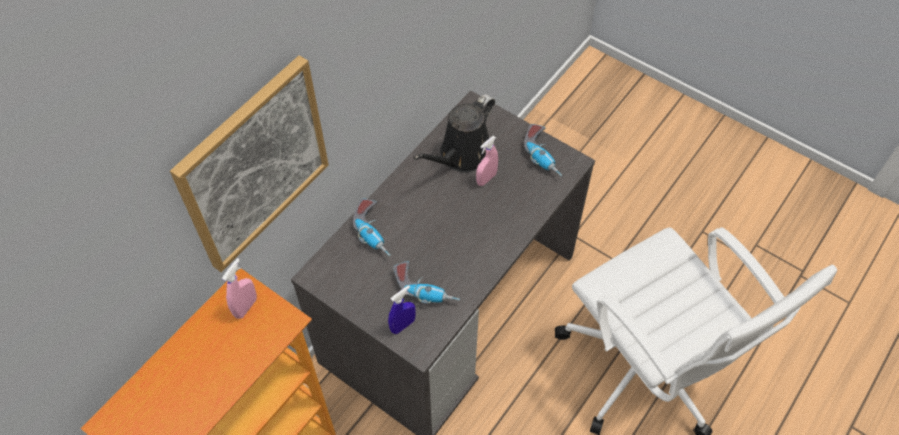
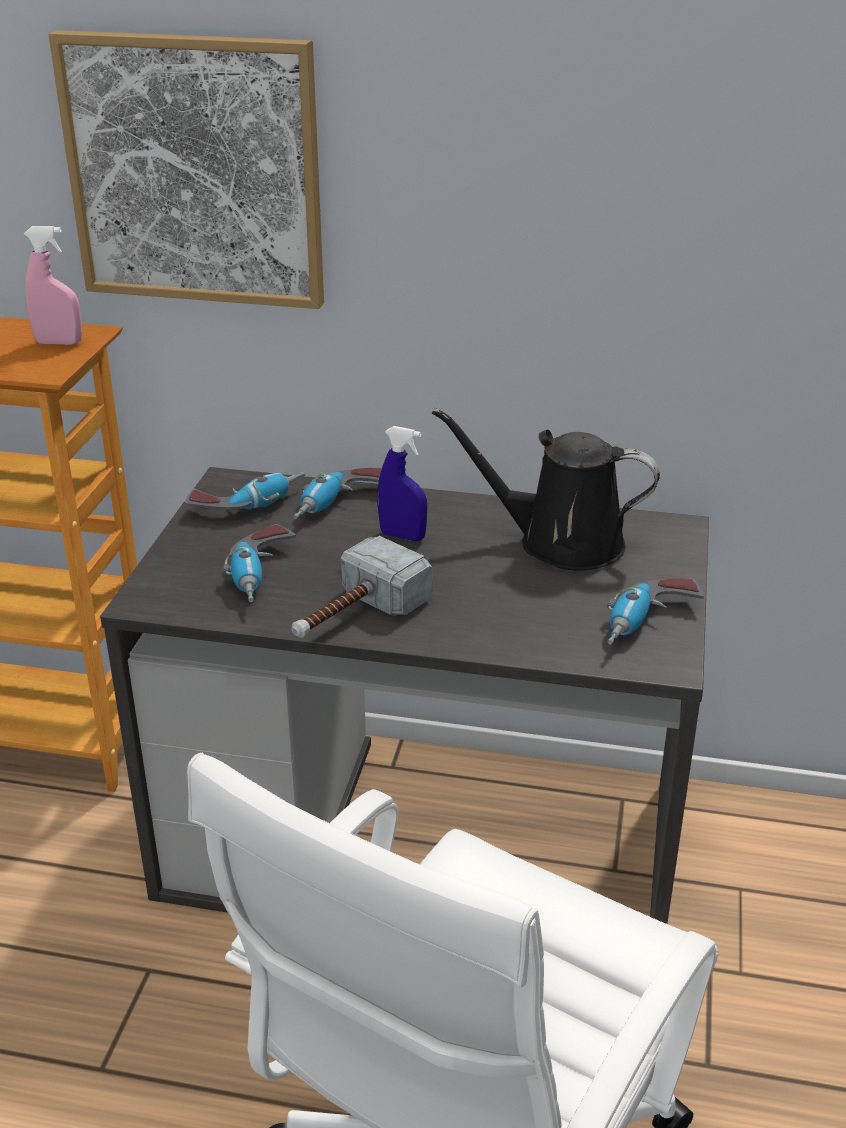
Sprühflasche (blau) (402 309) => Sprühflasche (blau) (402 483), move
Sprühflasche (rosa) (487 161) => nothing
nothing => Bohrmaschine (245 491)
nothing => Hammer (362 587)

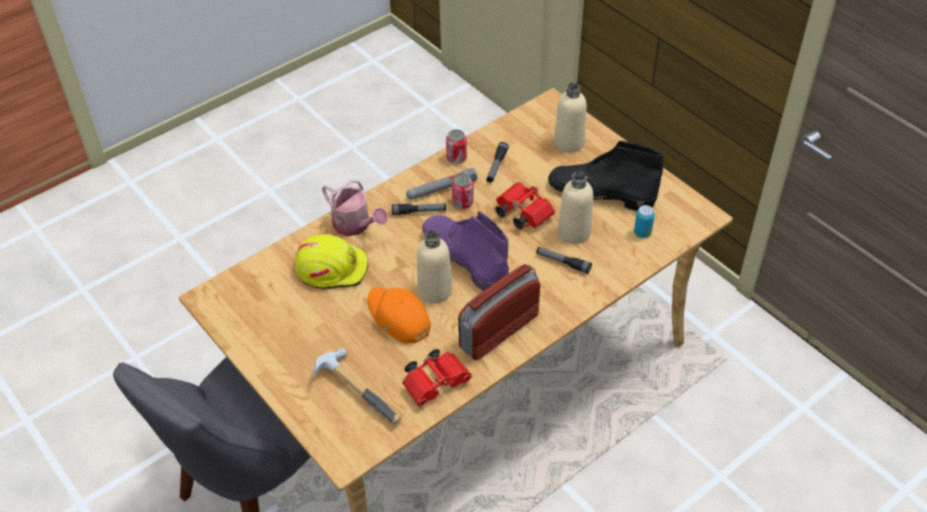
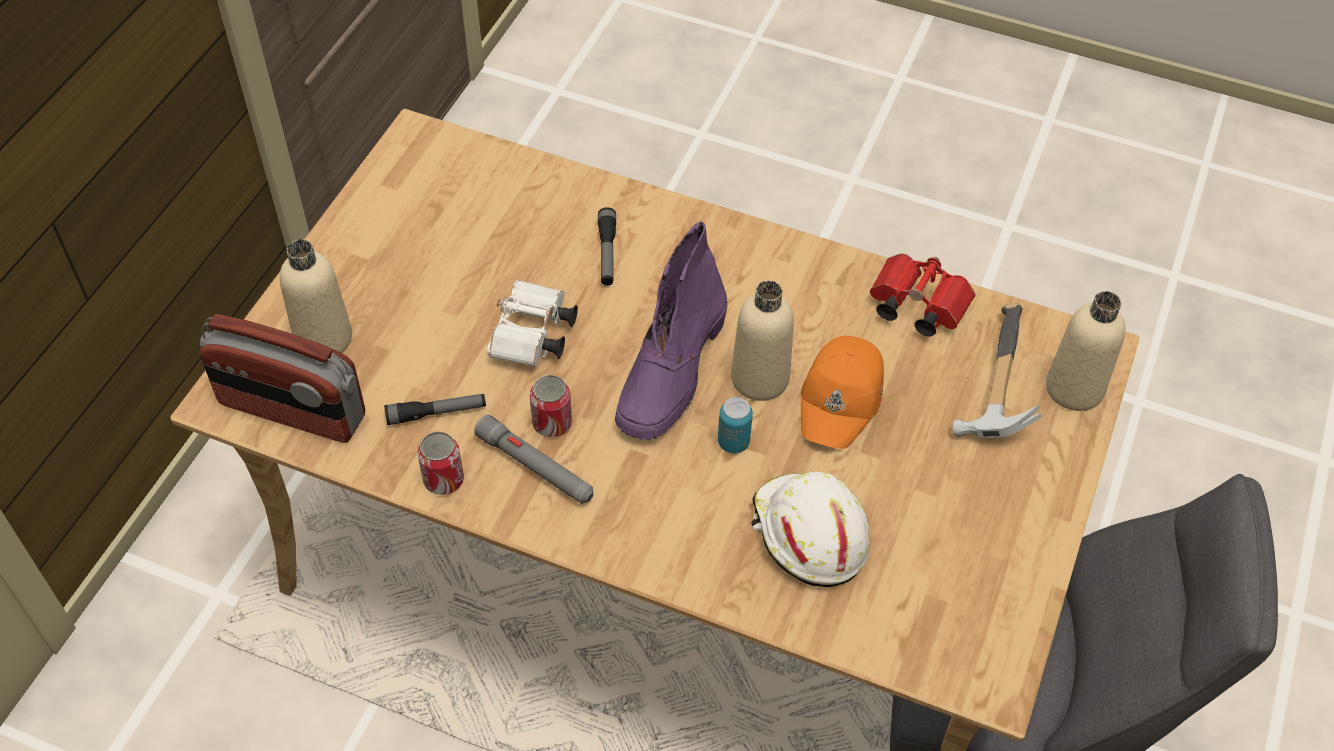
Schutzhelm (gelb) (332 261) => Schutzhelm (weiß) (810 529)
Gießkanne (355 208) => nothing
Taschenlampe (419 209) => nothing
Radio (499 312) => Radio (282 378), move
Fernglas (rot) (525 205) => Fernglas (weiß) (532 323)
Stiefel (schwarz) (606 176) => nothing
Flasche (beige) (575 208) => Flasche (beige) (1086 351), move
Dose (644 221) => Dose (735 425), move

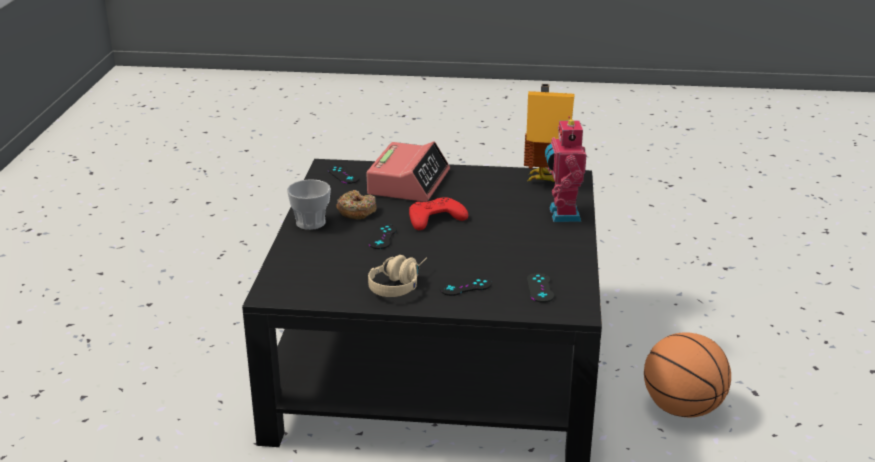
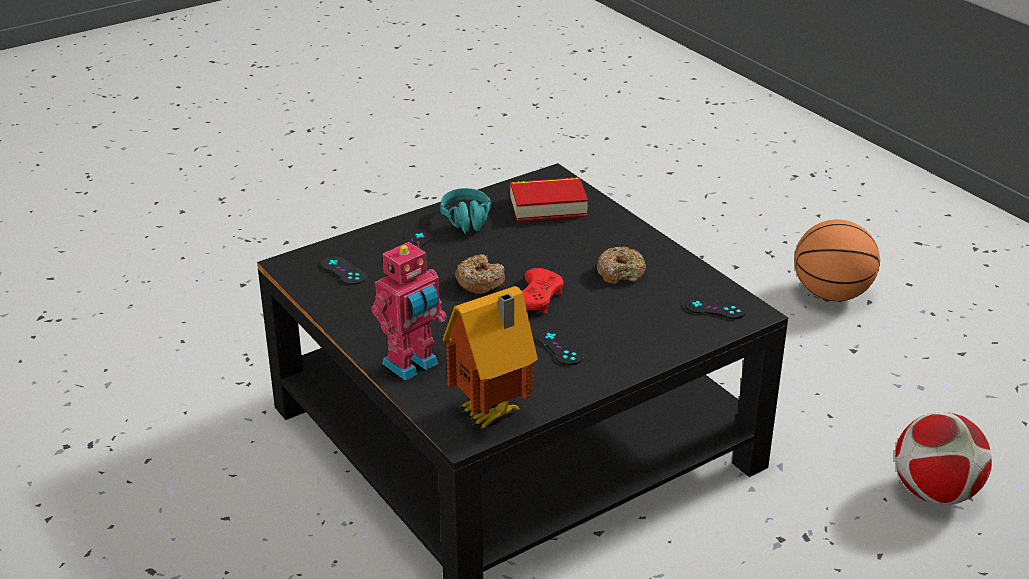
Tasse (309 204) => nothing
Wecker (408 171) => nothing
Gamepad (schwarz) (382 236) => Gamepad (schwarz) (560 347), move
Kopfhörer (beige) (397 276) => Kopfhörer (türkis) (465 211)
Spielzeugroboter (565 169) => Spielzeugroboter (409 311), 90 degrees clockwise
Basketball (687 374) => Basketball (837 260), move
nothing => Donut (480 274)
nothing => Buch (549 199)
nothing => Fußball (943 458)

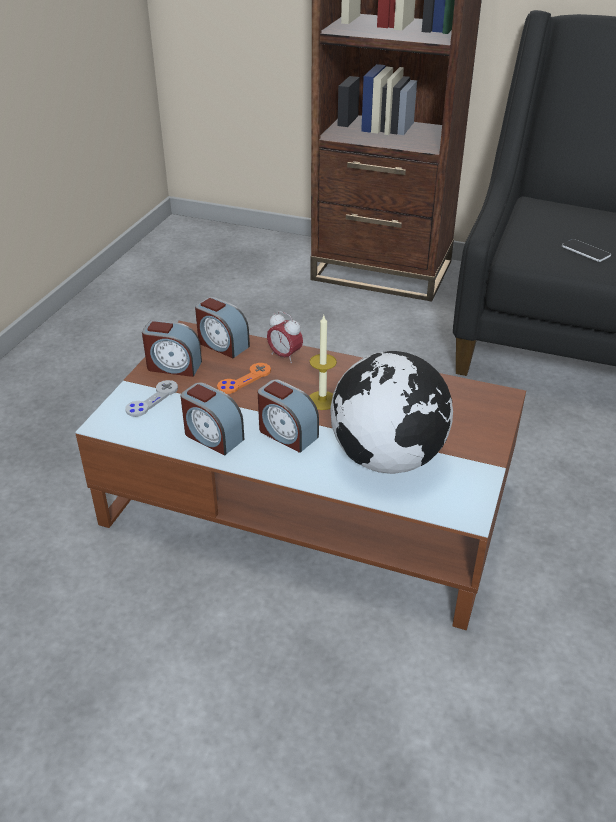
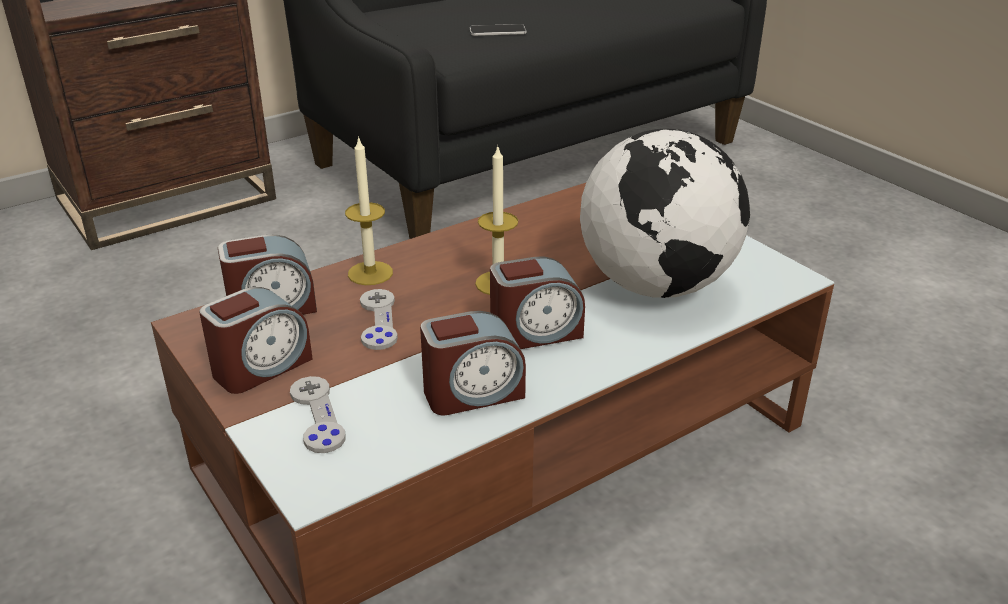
Gamepad (orange) (244 378) => Gamepad (grau) (379 319)
Wecker (285 337) => Kerze (369 210)

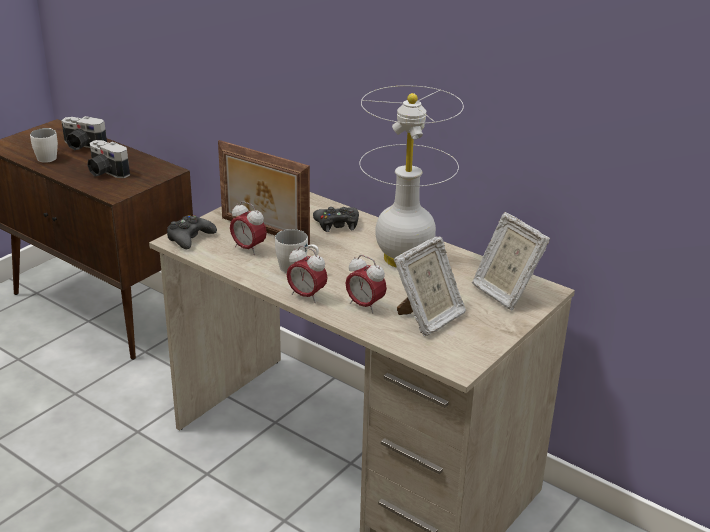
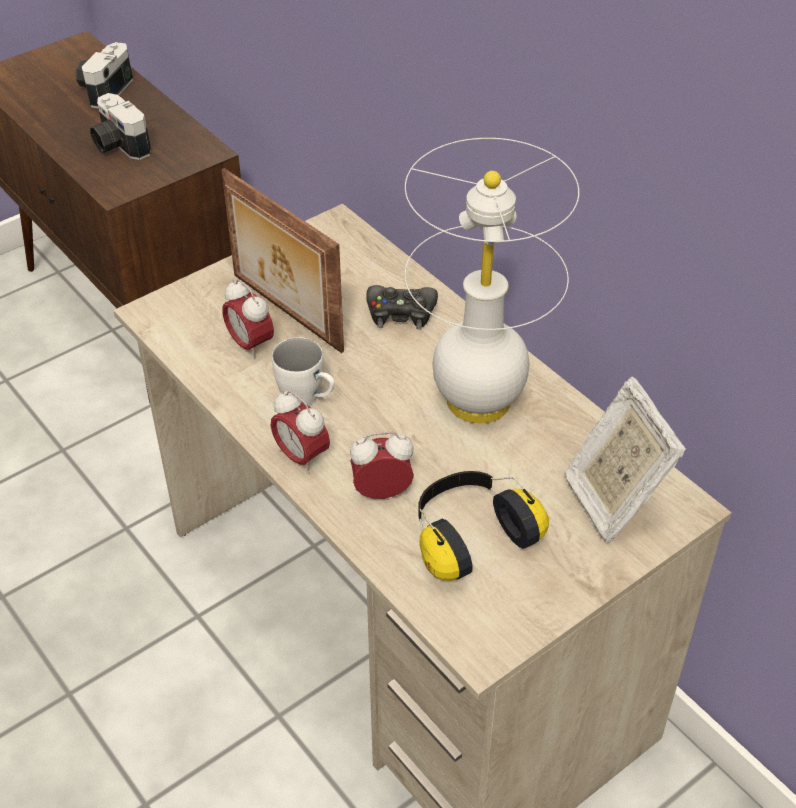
Henkelbecher (weiß) (44 145) => nothing
Kamera (84 133) => Kamera (104 75), 75 degrees clockwise
Gamepad (schwarz) (192 232) => nothing
Wecker (366 284) => Wecker (382 465), 120 degrees clockwise
Bilderrahmen (430 286) => Kopfhörer (483 526)

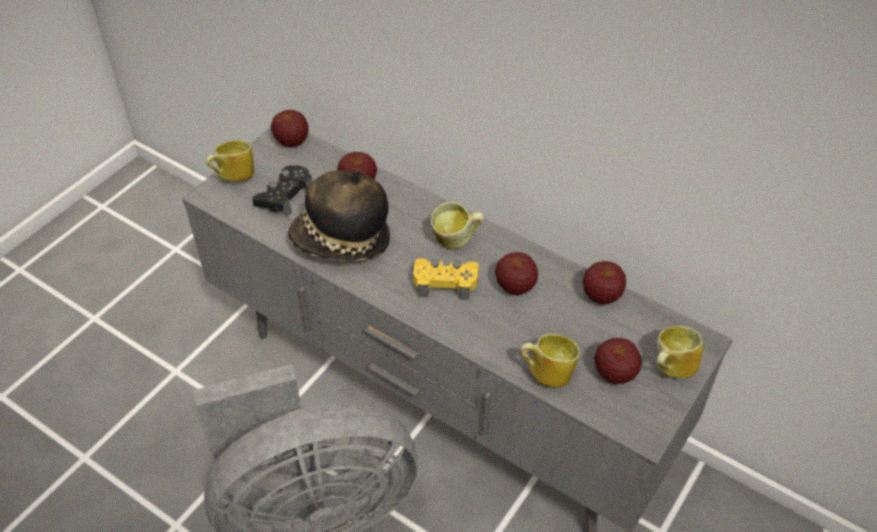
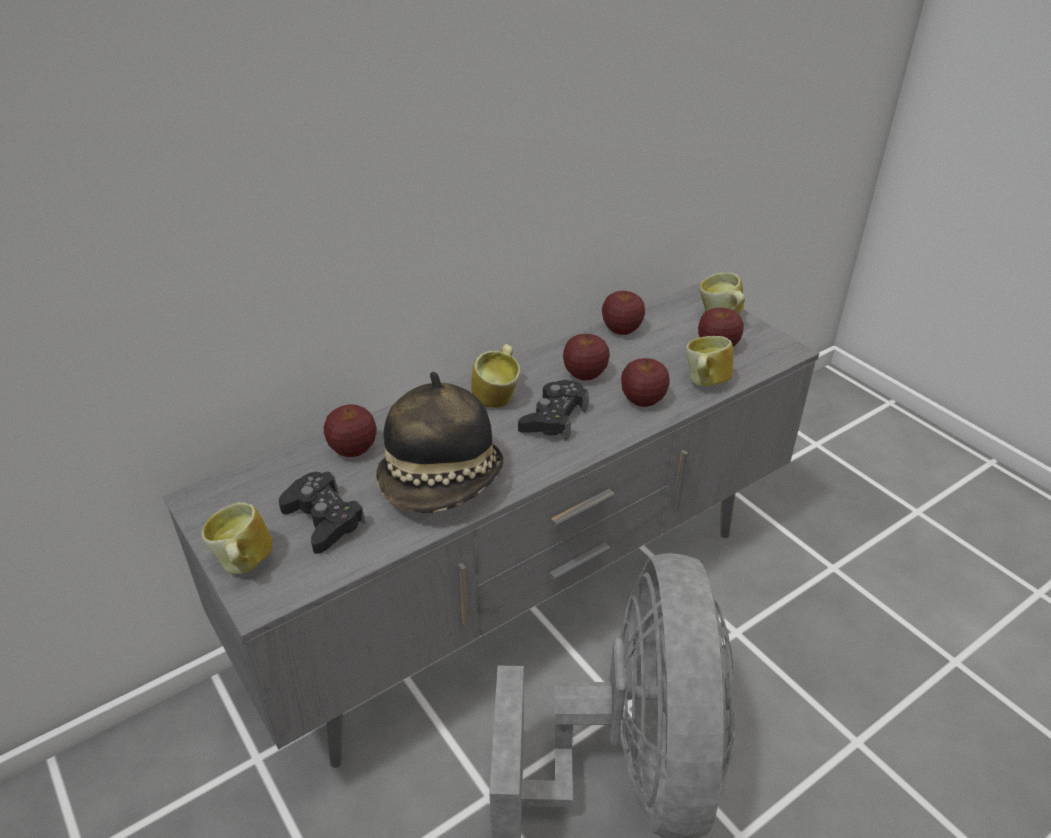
Apfel (290 128) => Apfel (645 382), move
Gamepad (gelb) (446 279) => Gamepad (schwarz) (553 410)

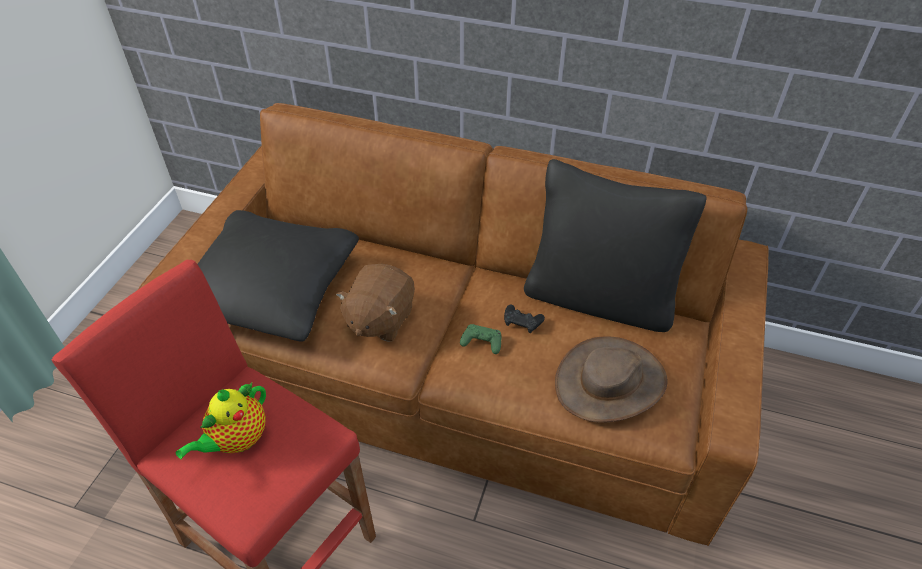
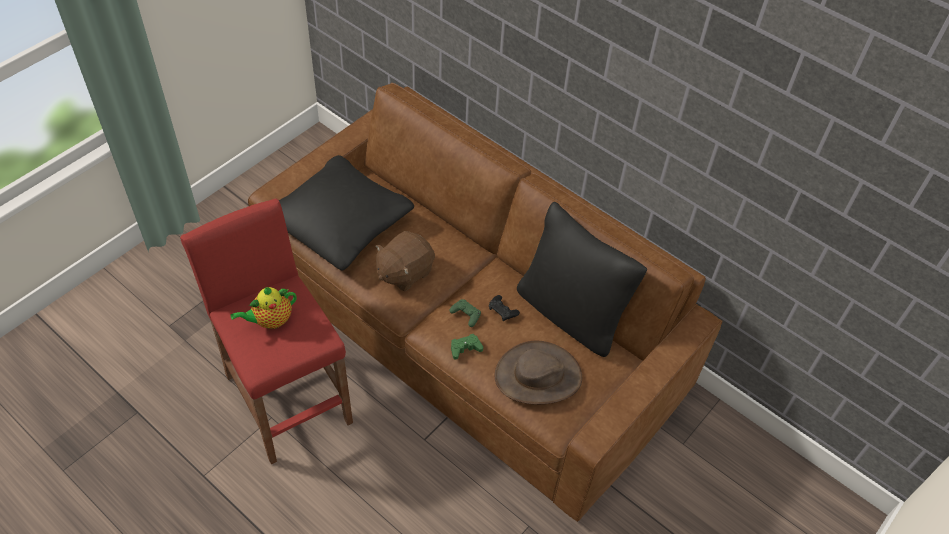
nothing => Gamepad (grün) (467 347)

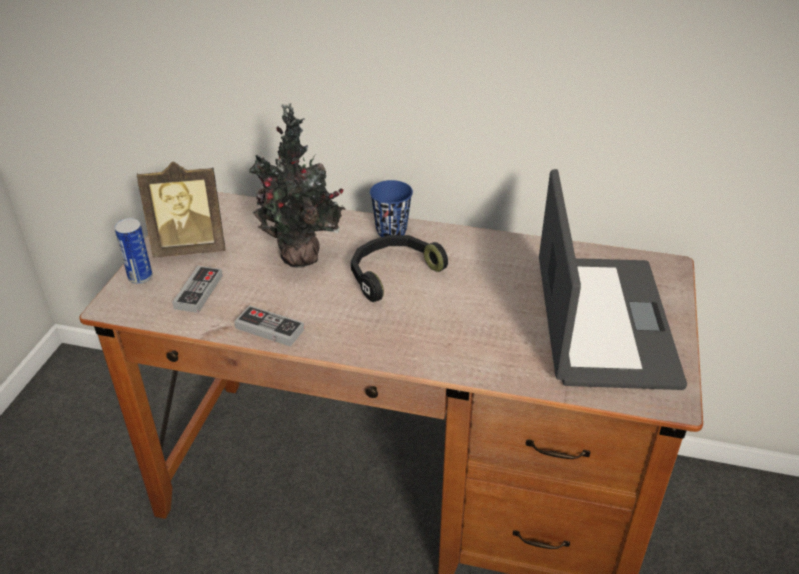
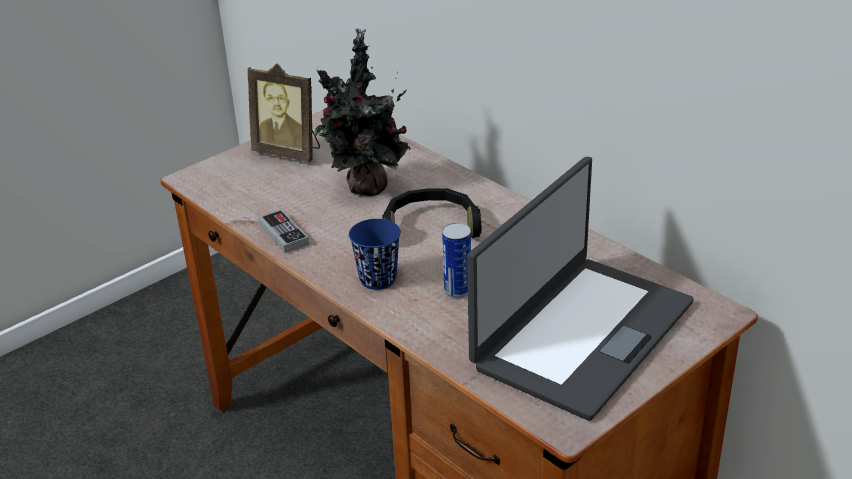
Dose (133 251) => Dose (456 260), move
Gamepad (197 289) => nothing
Tasse (blau) (391 208) => Tasse (blau) (375 254), move

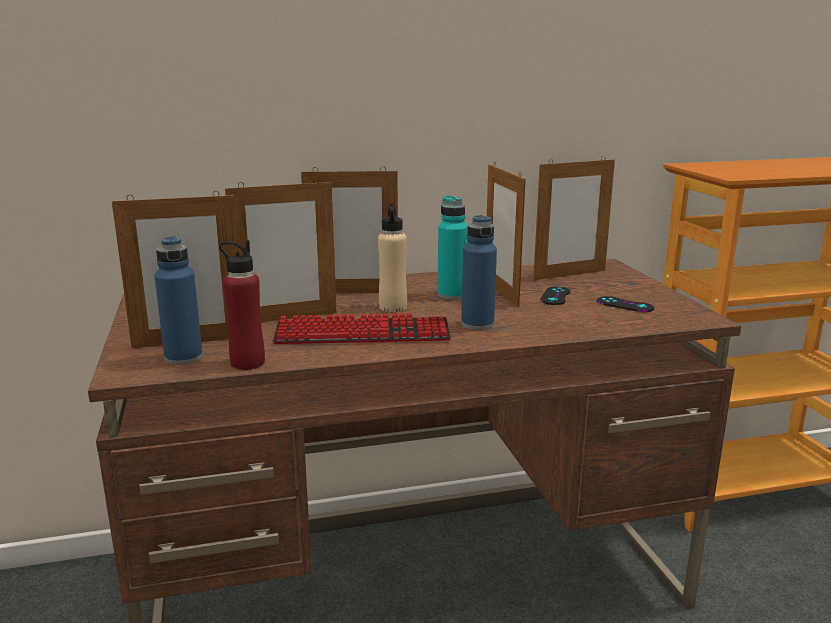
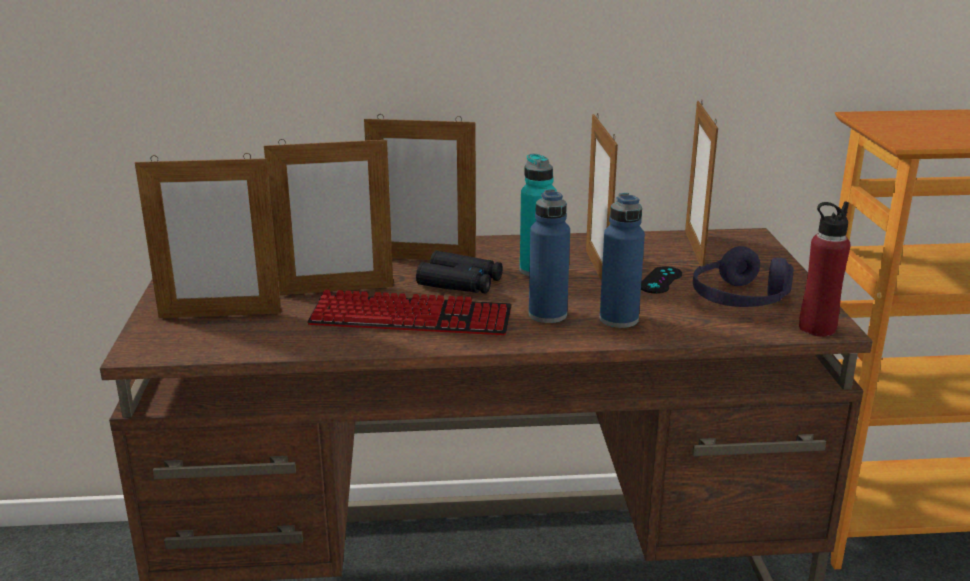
Flasche (blau) (178 300) => Flasche (blau) (622 260), move
Flasche (rot) (242 305) => Flasche (rot) (824 269), move
Flasche (beige) (392 258) => Fernglas (schwarz) (459 272)
Bilderrahmen (574 218) => Bilderrahmen (701 183), 105 degrees clockwise
Gamepad (schwarz) (625 304) => Kopfhörer (lila) (743 276)

